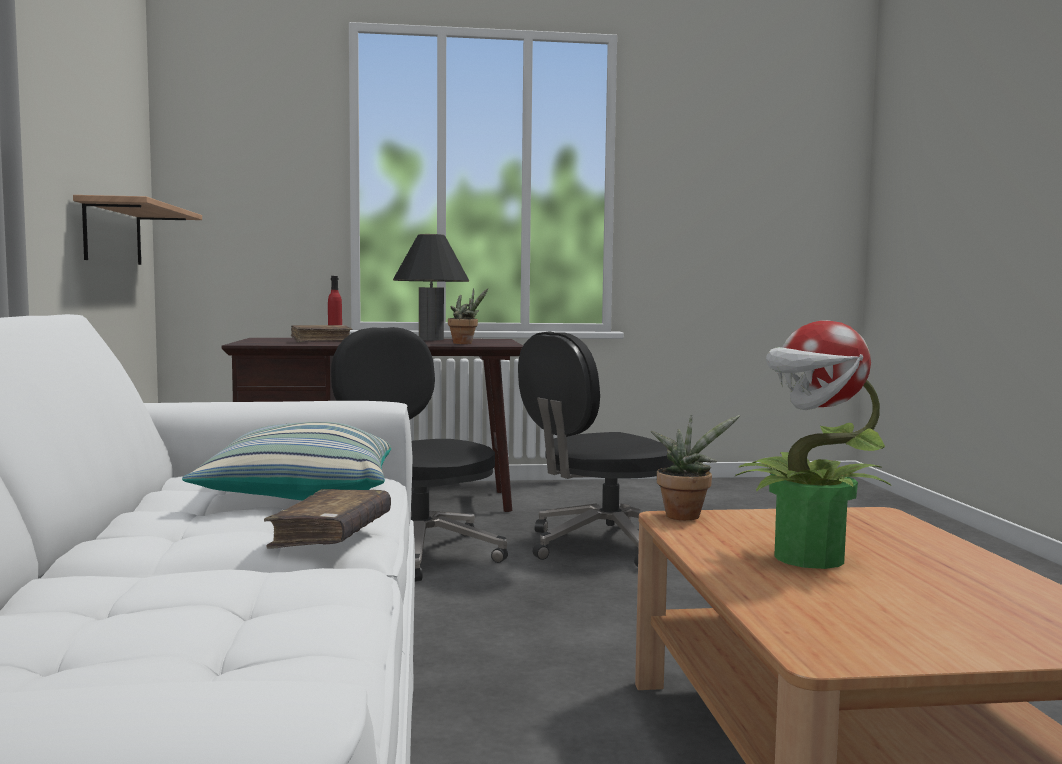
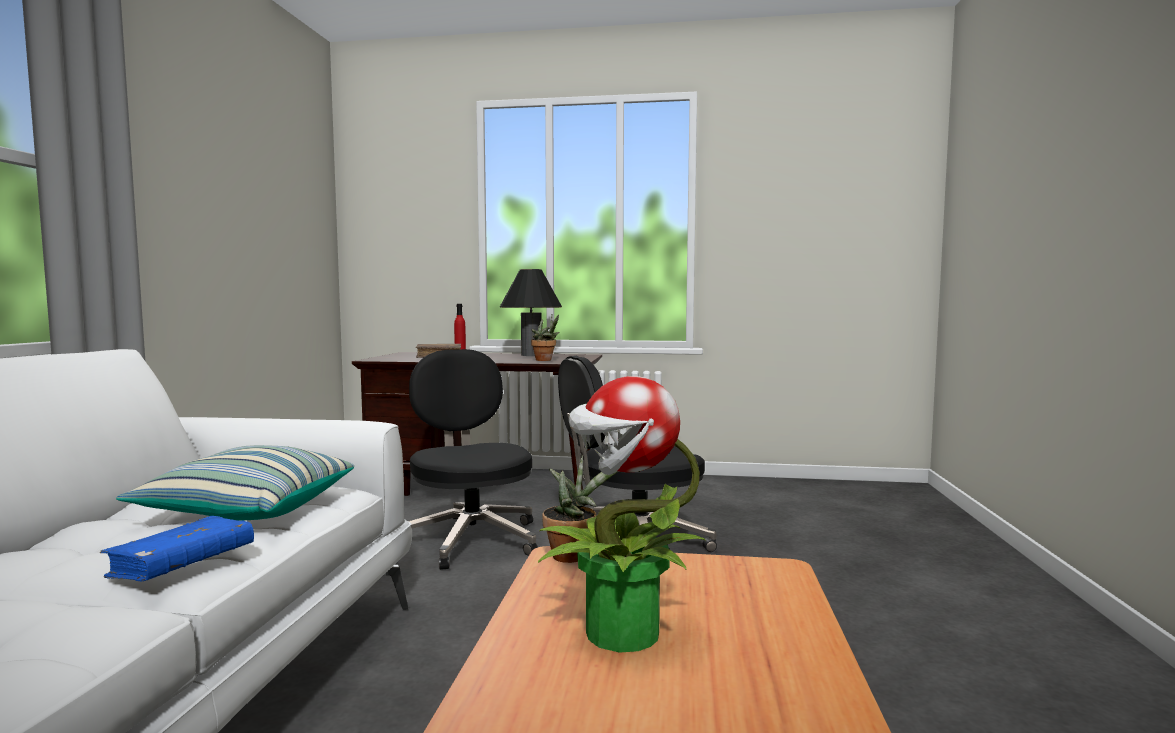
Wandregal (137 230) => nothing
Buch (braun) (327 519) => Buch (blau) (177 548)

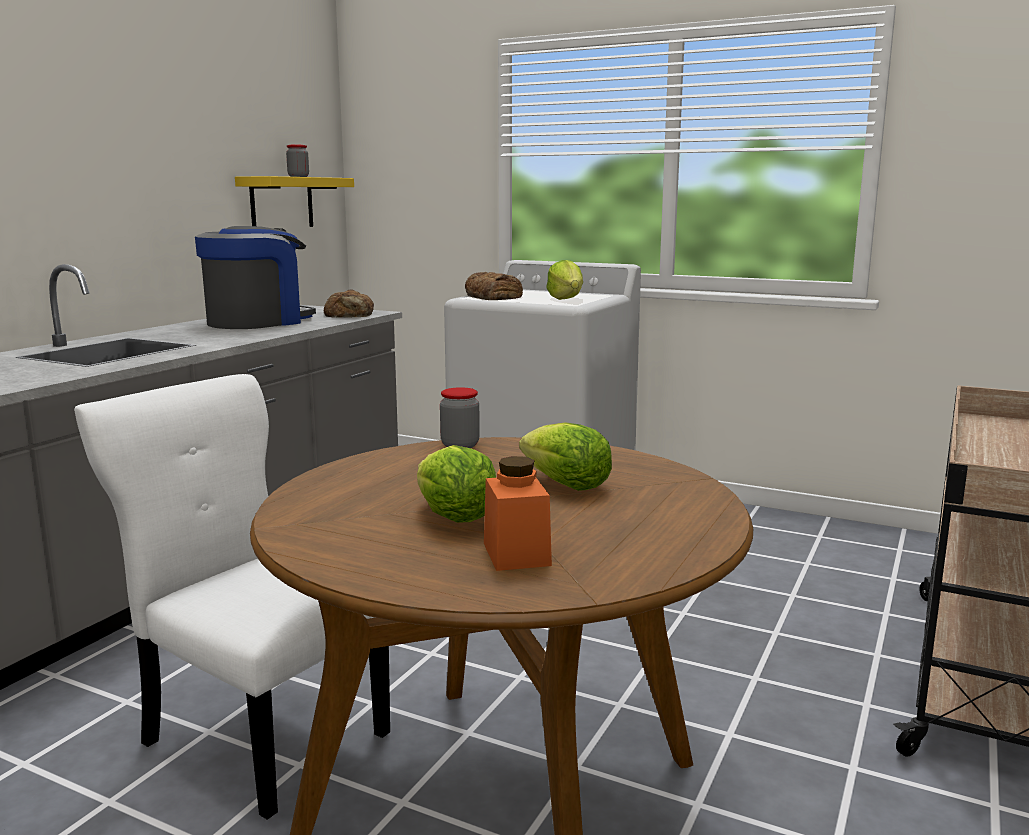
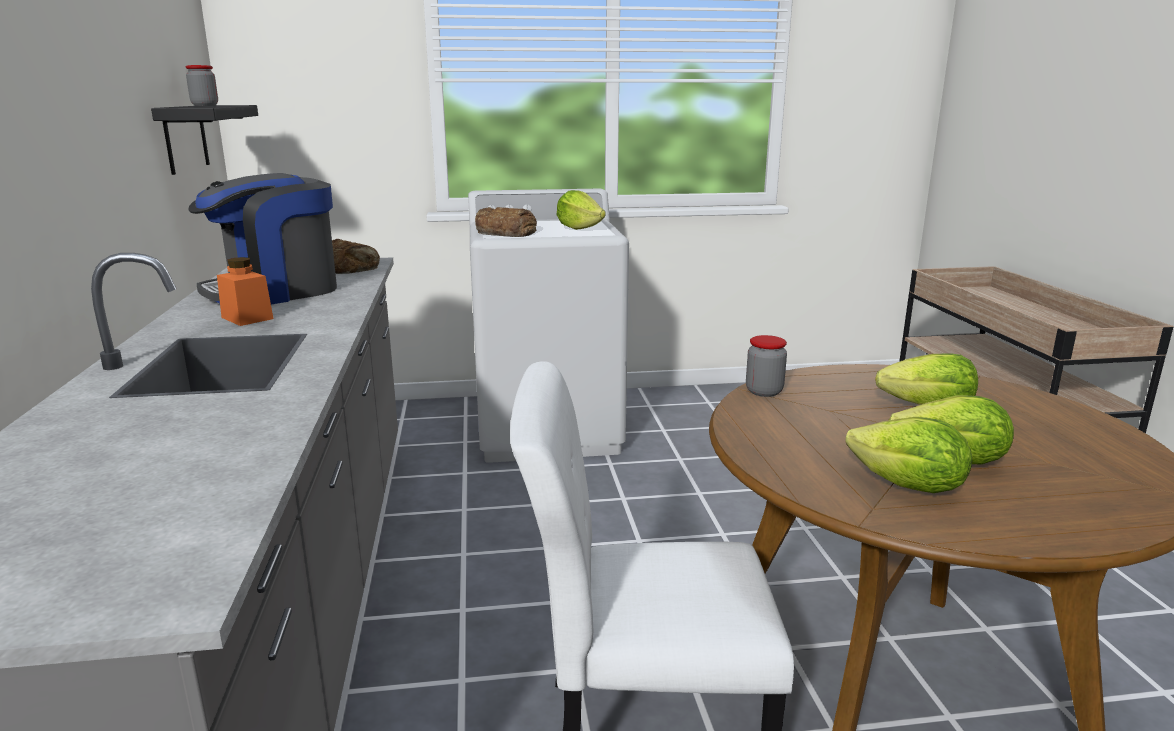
Kaffeemaschine (255 277) => Kaffeemaschine (262 239), 135 degrees counterclockwise
Wandregal (gelb) (294 201) => Wandregal (schwarz) (204 140)
Vorratsglas (orange) (518 513) => Vorratsglas (orange) (245 291), move
nothing => Salatkopf (908 455)

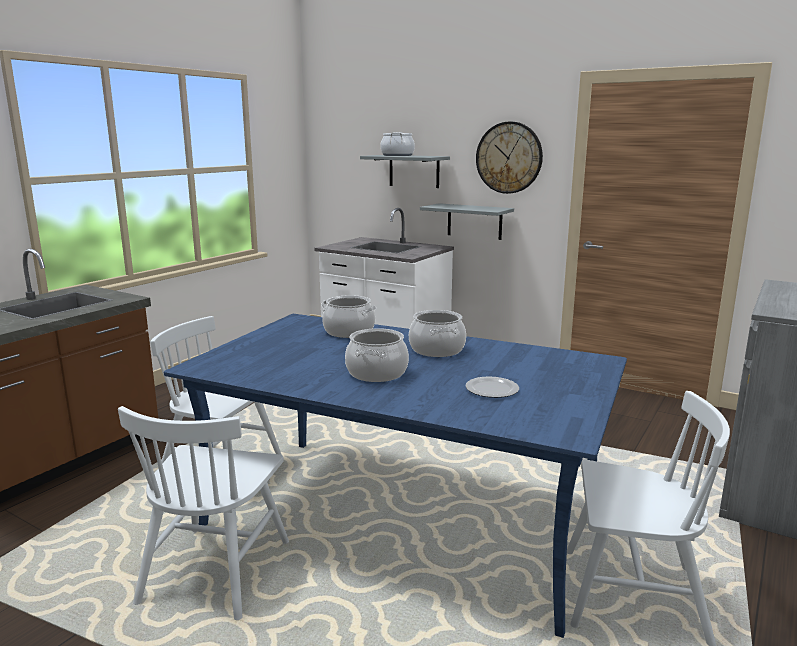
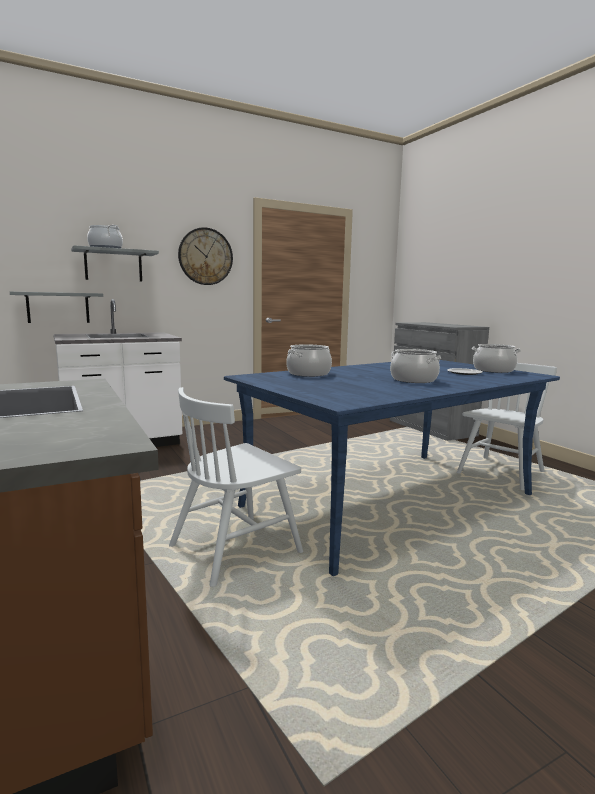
Stuhl (weiß) (203 513) => nothing
Kochtopf (437 333) => Kochtopf (496 358), move
Wandregal (grau) (467 221) => Wandregal (grau) (56 307), move

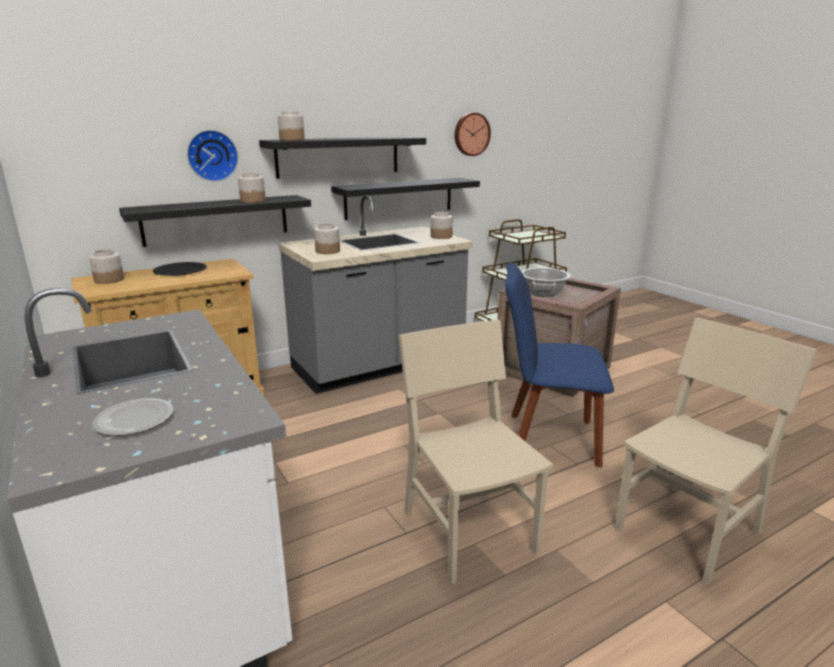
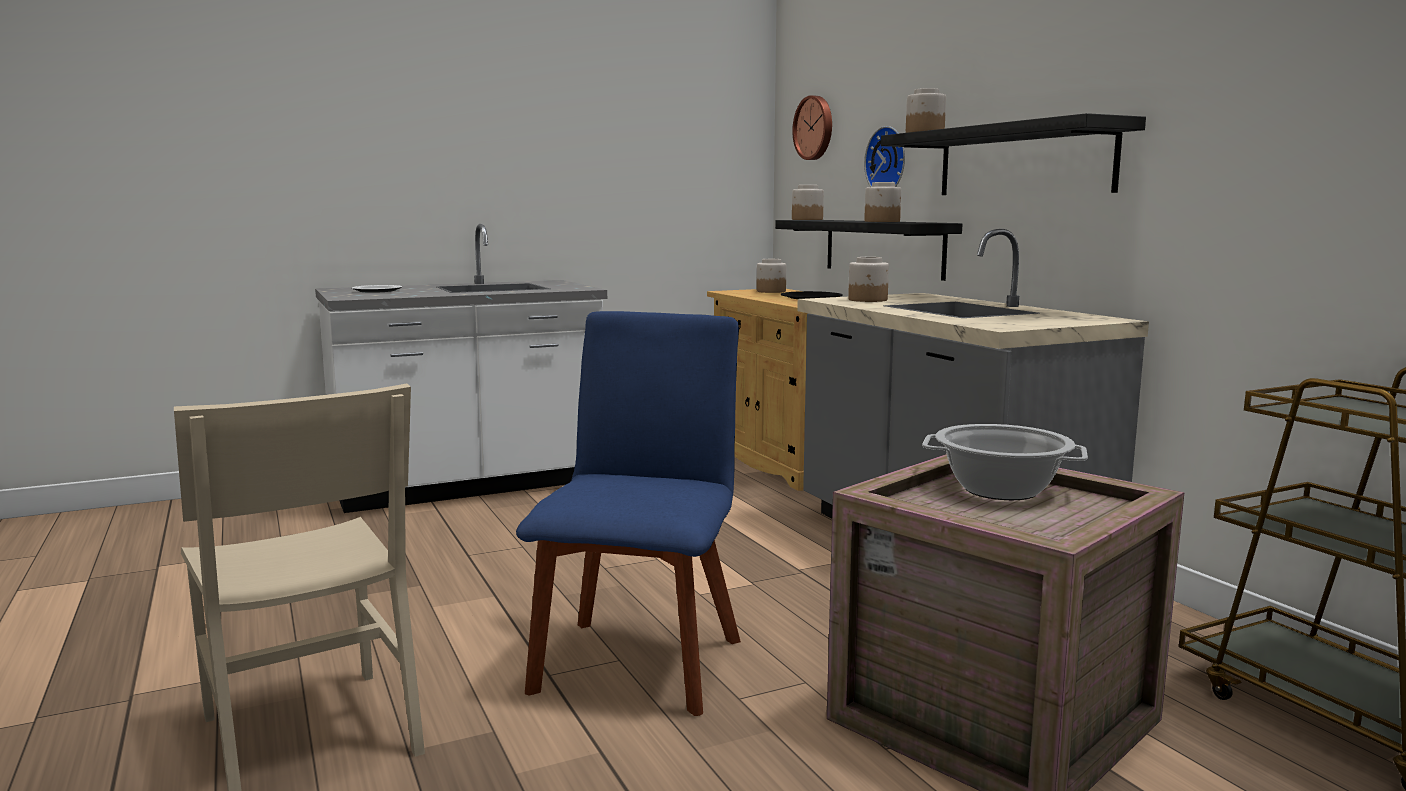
Wandregal (schwarz) (405 199) => nothing
Stuhl (beige) (476 451) => nothing
Vorratsglas (441 225) => Vorratsglas (808 202), move
Wanduhr (473 134) => Wanduhr (812 127), move

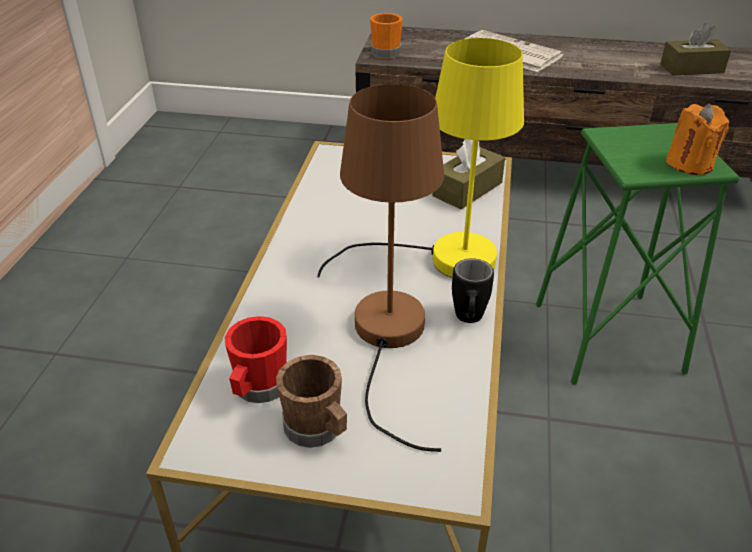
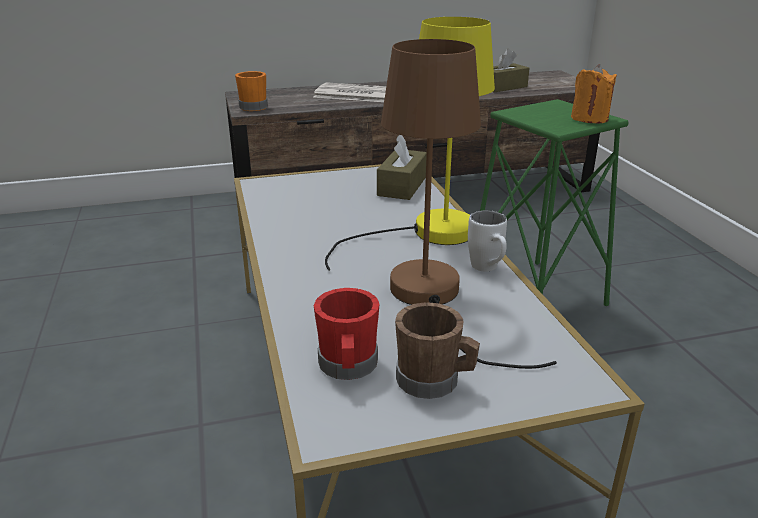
Henkelbecher (schwarz) (473 290) => Henkelbecher (weiß) (487 240)

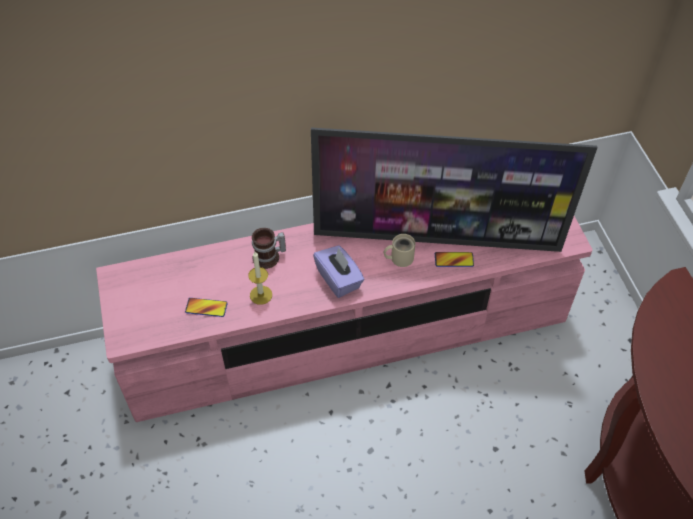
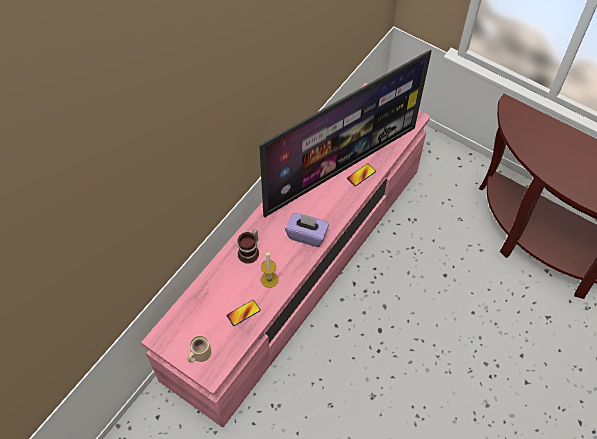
Henkelbecher (beige) (399 250) => Henkelbecher (beige) (199 349), move

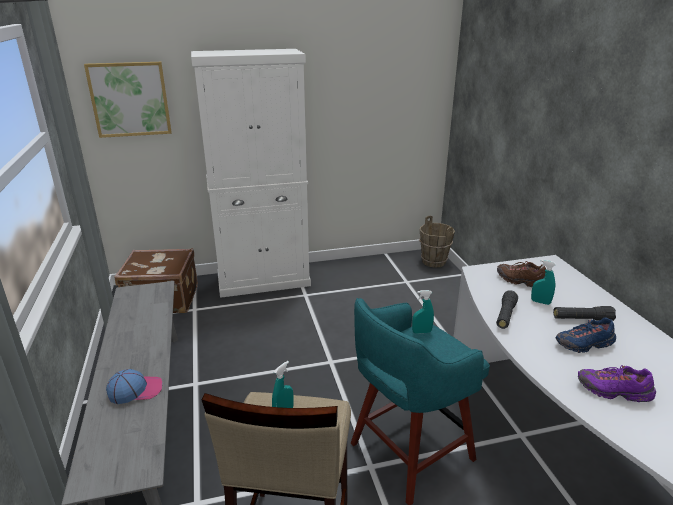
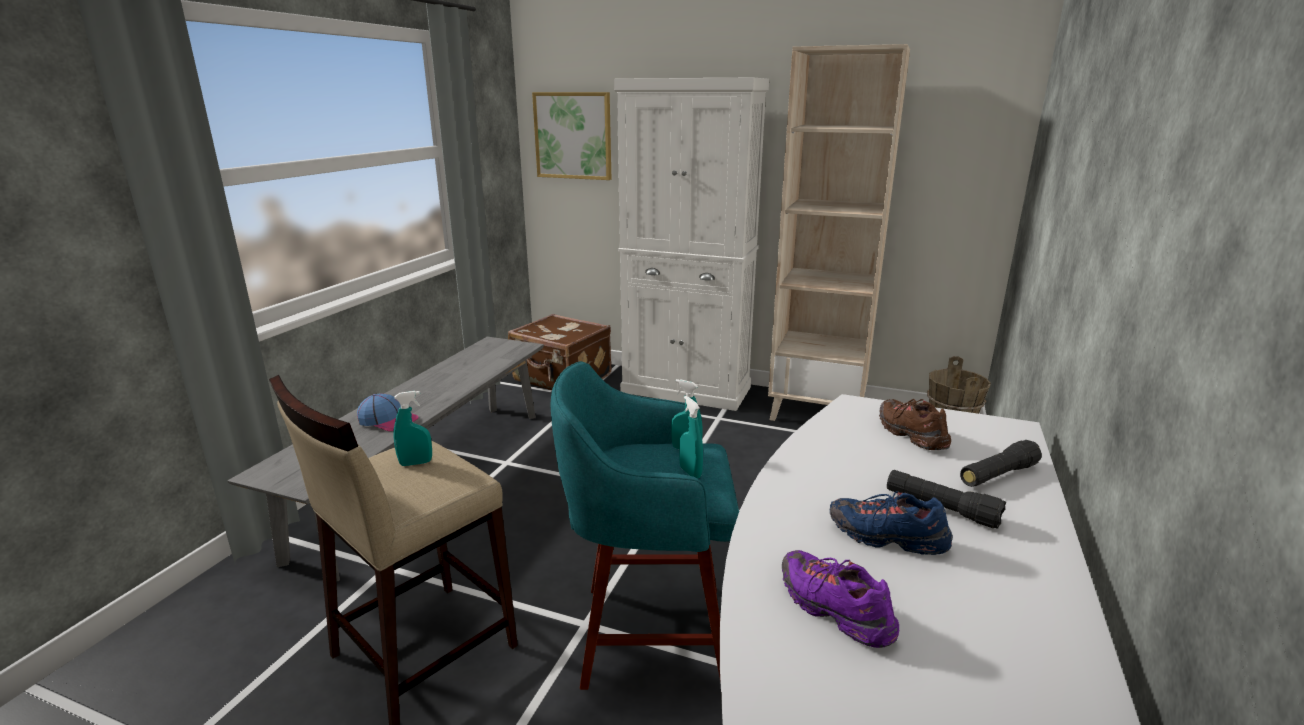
Taschenlampe (schwarz) (507 310) => Taschenlampe (schwarz) (1001 463), move
Sprühflasche (türkis) (543 282) => Sprühflasche (türkis) (691 437), move
nothing => Bücherregal (beige) (839 232)

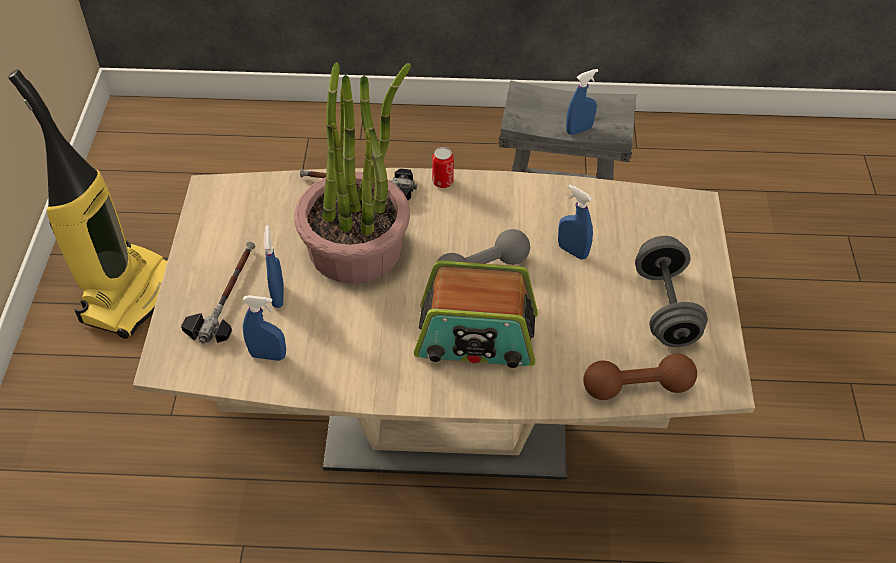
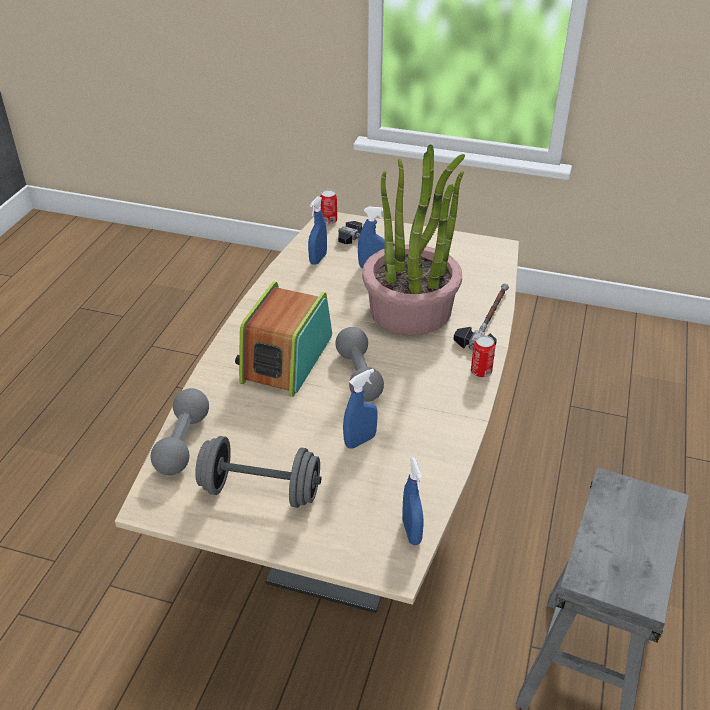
Staubsauger (88 204) => nothing
Sprühflasche (blau) (582 102) => Sprühflasche (blau) (413 501), move
Hantel (braun) (640 377) => Hantel (grau) (180 431)
nothing => Dose (328 207)

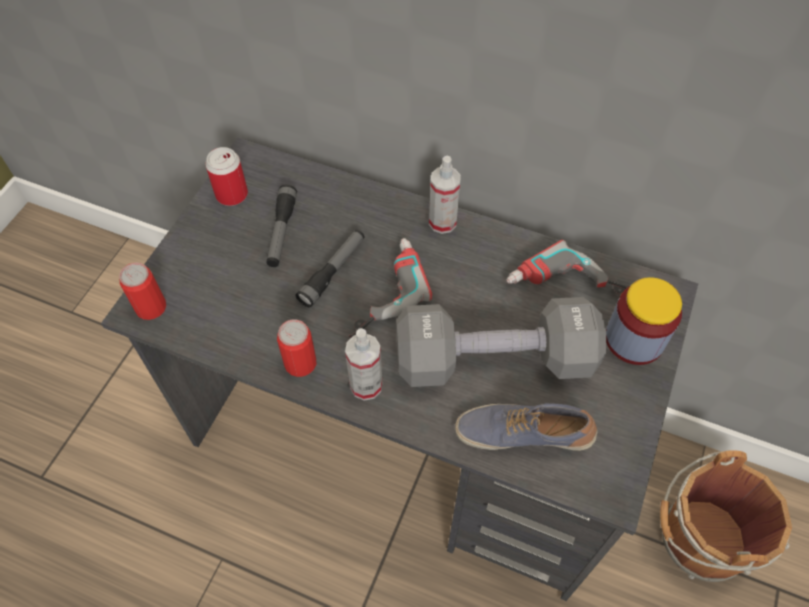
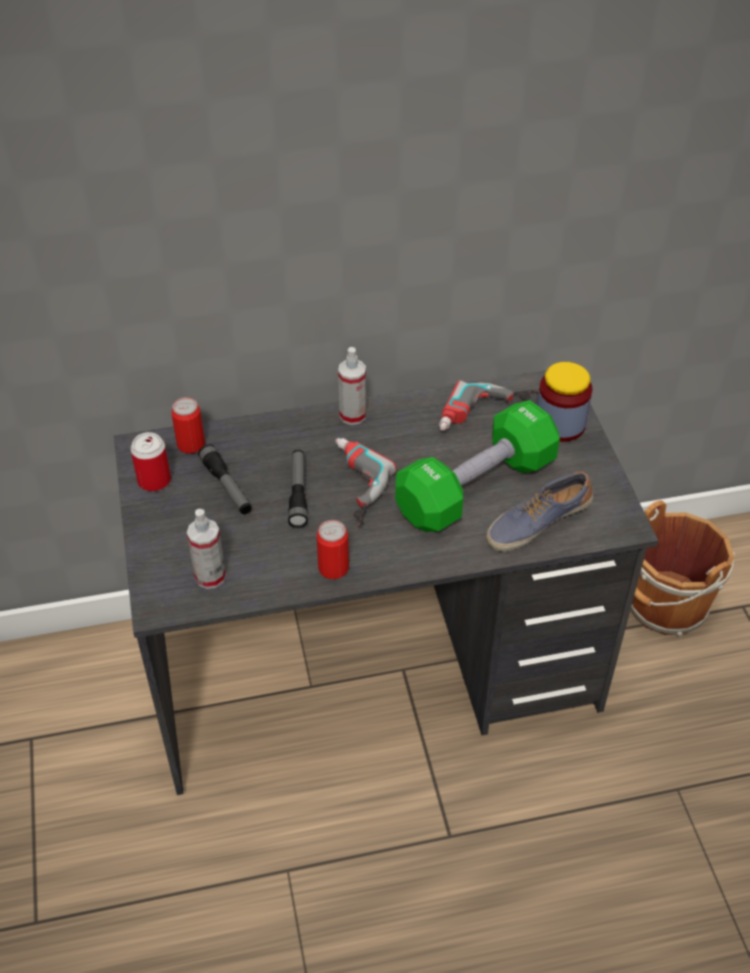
Dose (142 291) => Dose (188 425), move
Sprühflasche (363 364) => Sprühflasche (206 549), move
Hantel (grau) (501 342) => Hantel (grün) (477 466)

